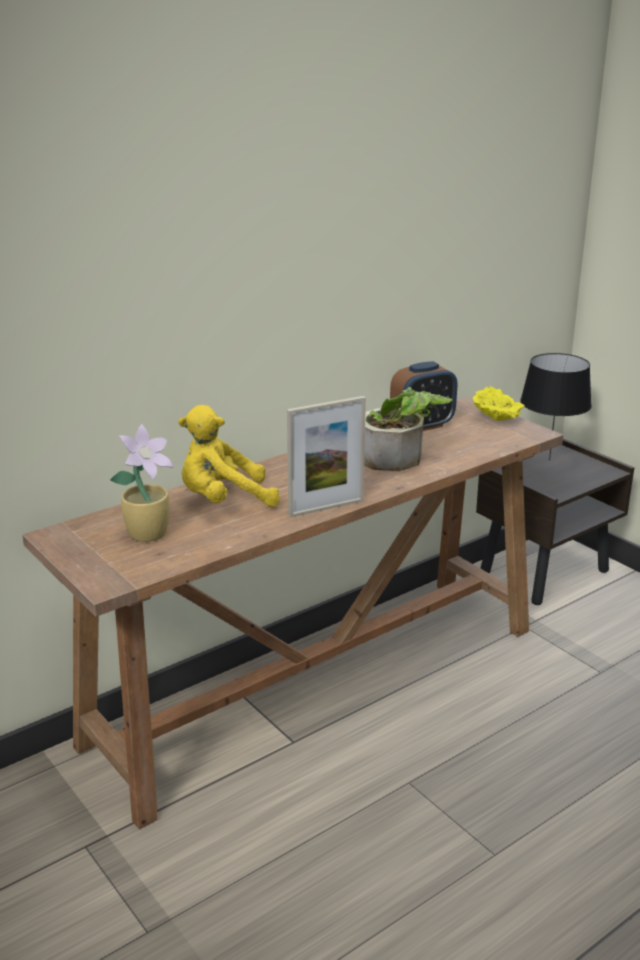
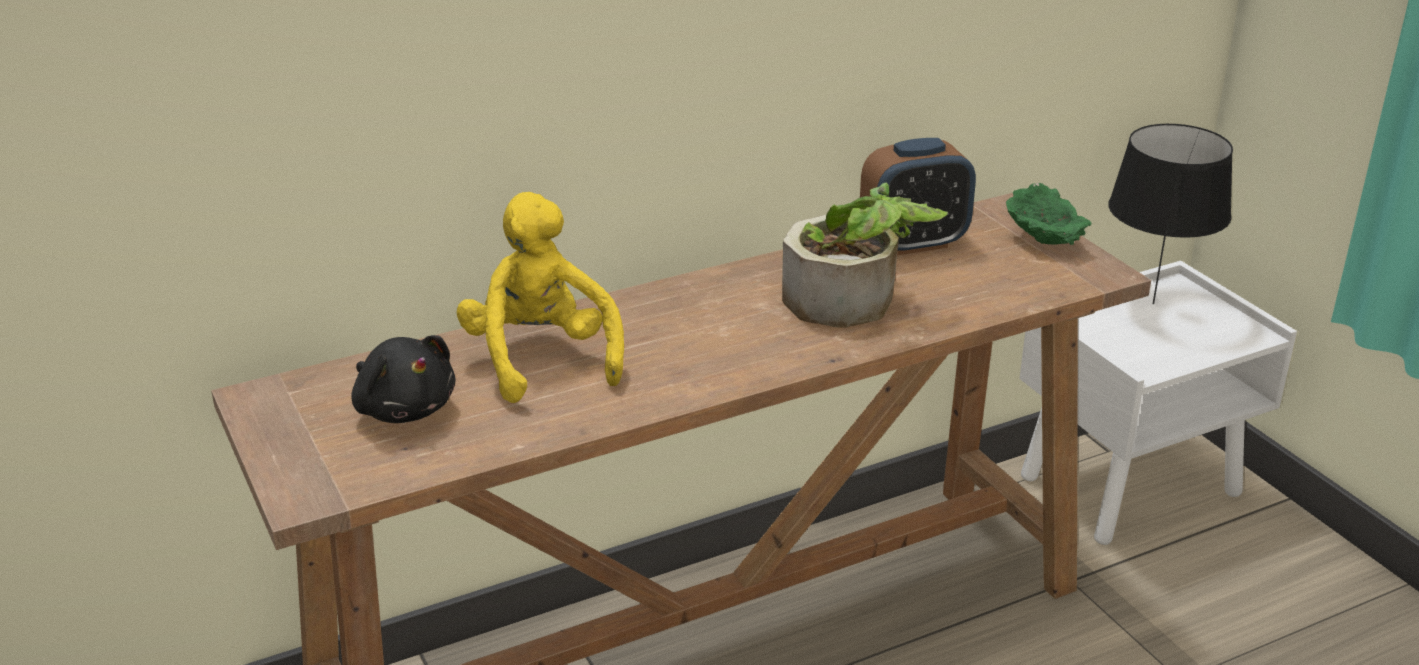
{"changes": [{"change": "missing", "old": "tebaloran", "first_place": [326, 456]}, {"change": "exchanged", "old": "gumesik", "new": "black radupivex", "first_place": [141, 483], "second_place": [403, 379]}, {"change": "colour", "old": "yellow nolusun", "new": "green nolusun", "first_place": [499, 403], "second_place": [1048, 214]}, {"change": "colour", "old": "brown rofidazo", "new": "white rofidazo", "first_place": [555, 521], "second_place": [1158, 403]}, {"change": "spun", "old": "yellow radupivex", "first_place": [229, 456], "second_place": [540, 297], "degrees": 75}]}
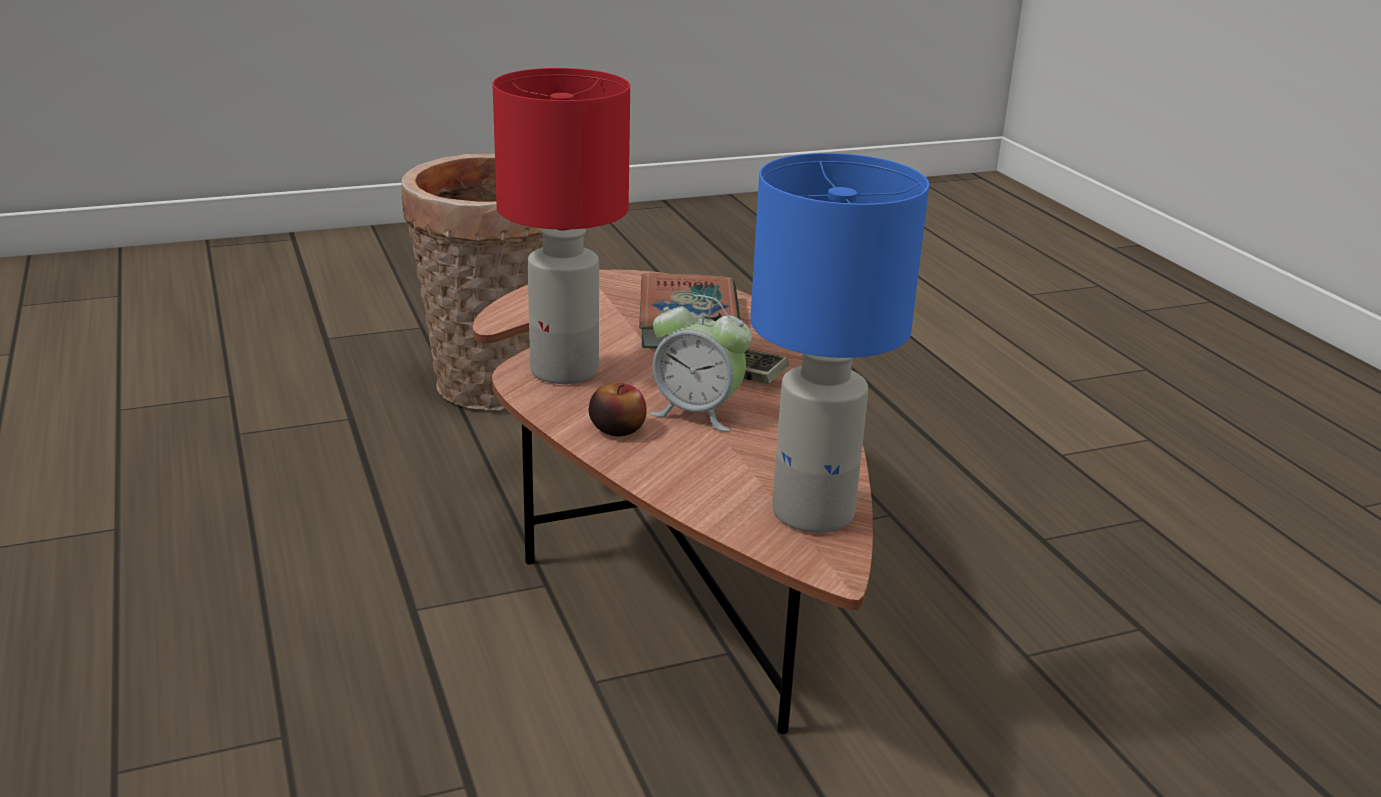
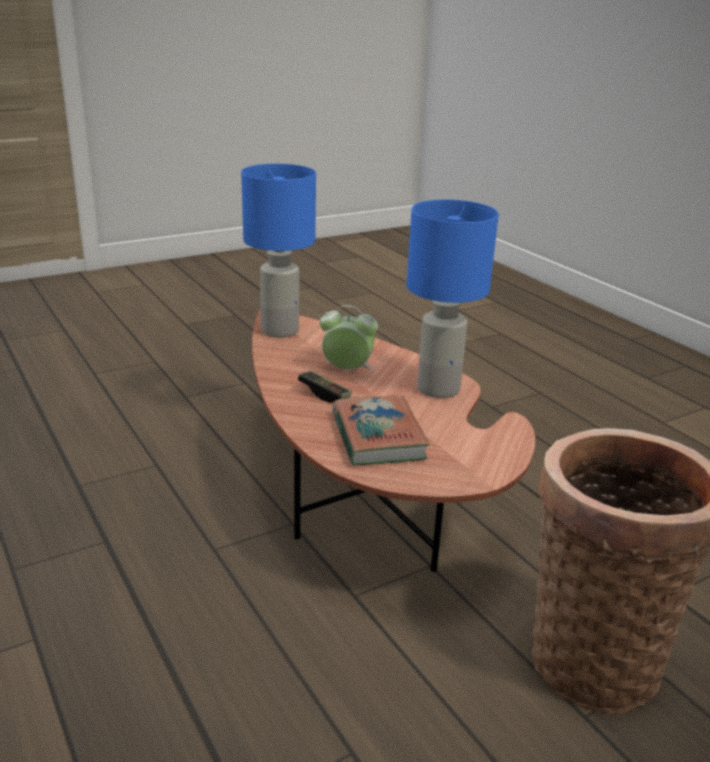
{"changes": [{"change": "missing", "old": "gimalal", "first_place": [618, 409]}, {"change": "colour", "old": "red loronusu", "new": "blue loronusu", "first_place": [561, 226], "second_place": [452, 298]}]}
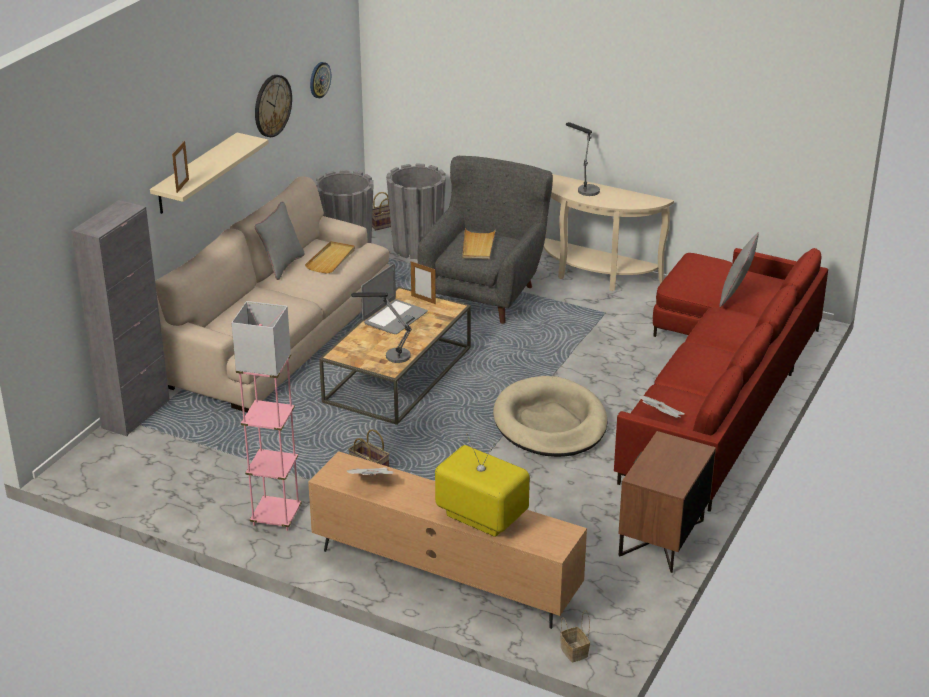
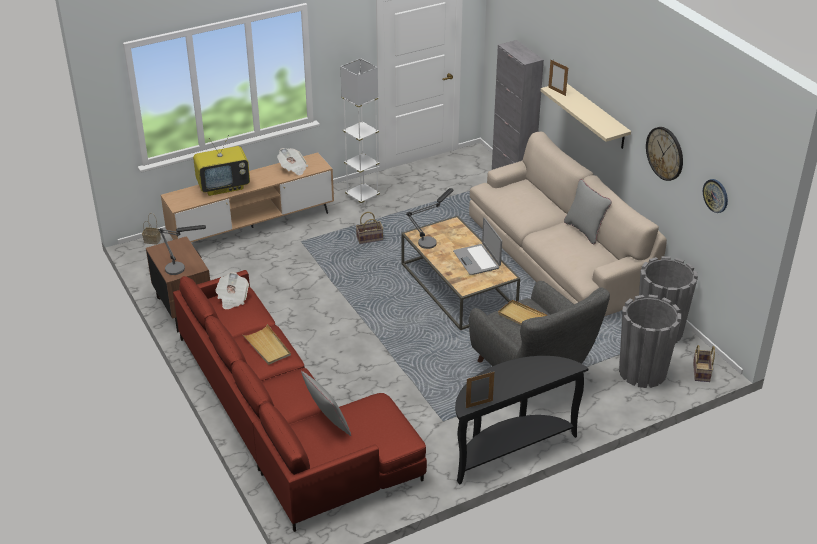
{"changes": [{"change": "missing", "old": "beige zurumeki", "first_place": [550, 416]}, {"change": "relocated", "old": "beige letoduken", "first_place": [330, 257], "second_place": [266, 344]}, {"change": "relocated", "old": "tebaloran", "first_place": [423, 282], "second_place": [480, 390]}, {"change": "relocated", "old": "loronusu", "first_place": [583, 159], "second_place": [182, 250]}, {"change": "colour", "old": "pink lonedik", "new": "white lonedik", "first_place": [266, 416], "second_place": [360, 131]}, {"change": "colour", "old": "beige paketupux", "new": "black paketupux", "first_place": [608, 232], "second_place": [521, 420]}]}
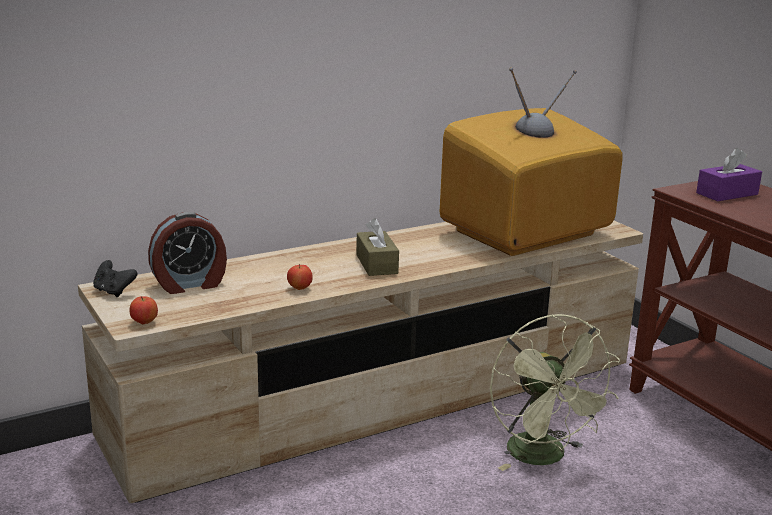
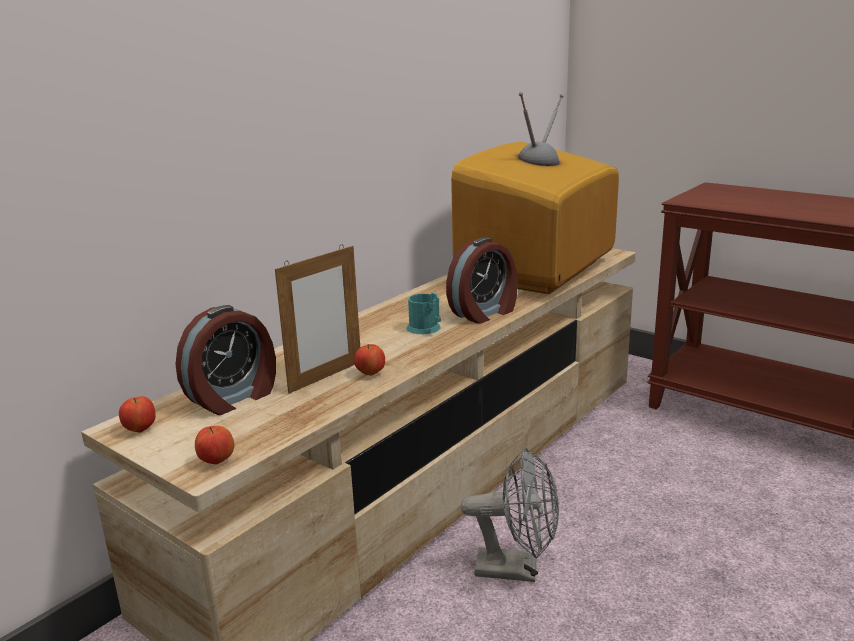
{"changes": [{"change": "missing", "old": "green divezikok", "first_place": [555, 392]}, {"change": "missing", "old": "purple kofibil", "first_place": [729, 174]}, {"change": "appeared", "new": "tebaloran", "second_place": [317, 319]}, {"change": "appeared", "new": "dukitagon", "second_place": [482, 280]}, {"change": "appeared", "new": "grey divezikok", "second_place": [510, 514]}, {"change": "exchanged", "old": "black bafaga", "new": "gimalal", "first_place": [115, 278], "second_place": [137, 414]}, {"change": "exchanged", "old": "brown kofibil", "new": "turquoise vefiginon", "first_place": [377, 247], "second_place": [423, 313]}]}
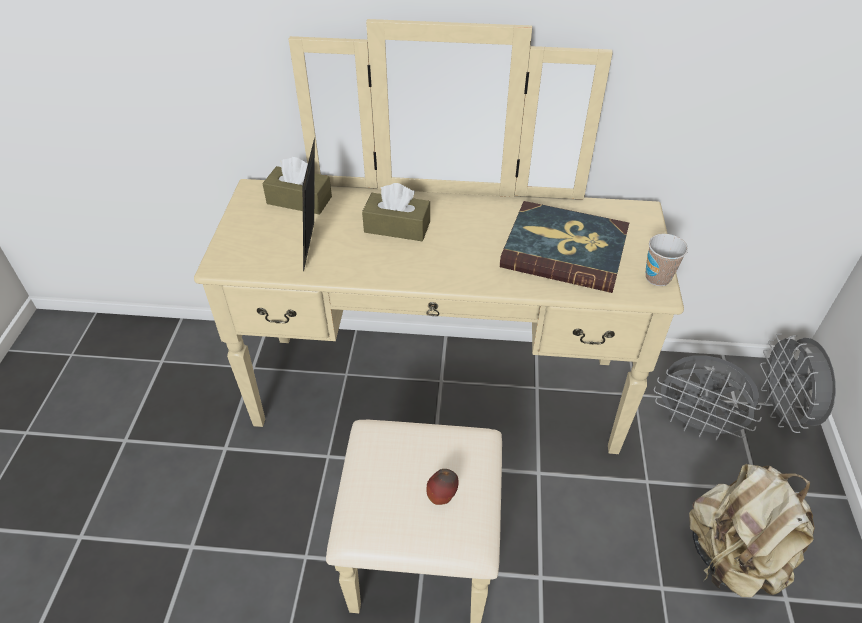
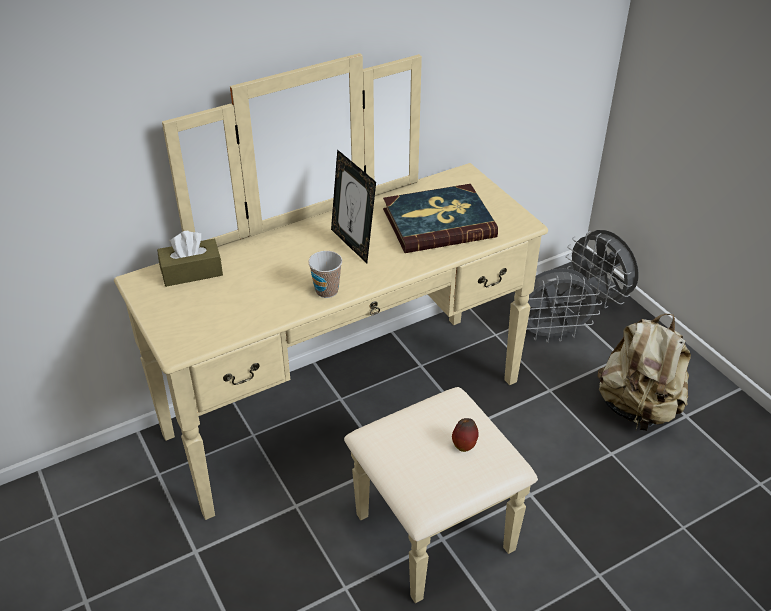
{"changes": [{"change": "missing", "old": "brown kofibil", "first_place": [396, 212]}, {"change": "relocated", "old": "tebaloran", "first_place": [309, 205], "second_place": [353, 206]}, {"change": "relocated", "old": "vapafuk", "first_place": [667, 260], "second_place": [325, 274]}]}
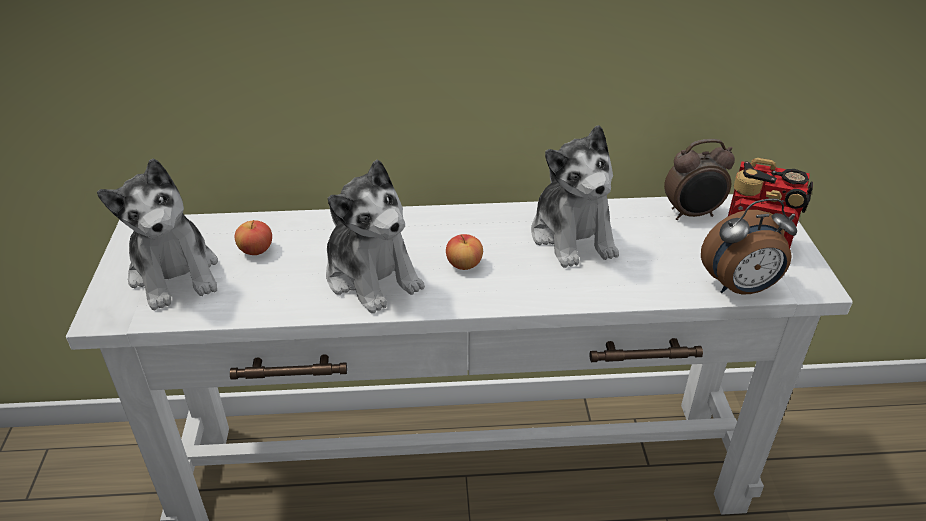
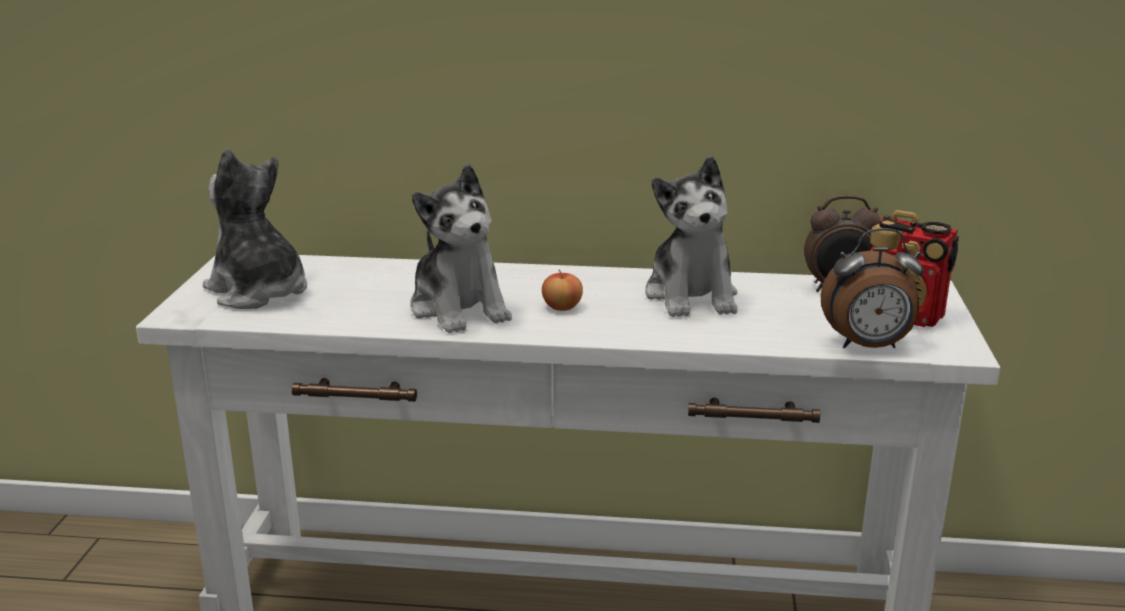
{"changes": [{"change": "missing", "old": "gimalal", "first_place": [253, 237]}, {"change": "spun", "old": "radupivex", "first_place": [157, 234], "second_place": [255, 228], "degrees": 150}]}
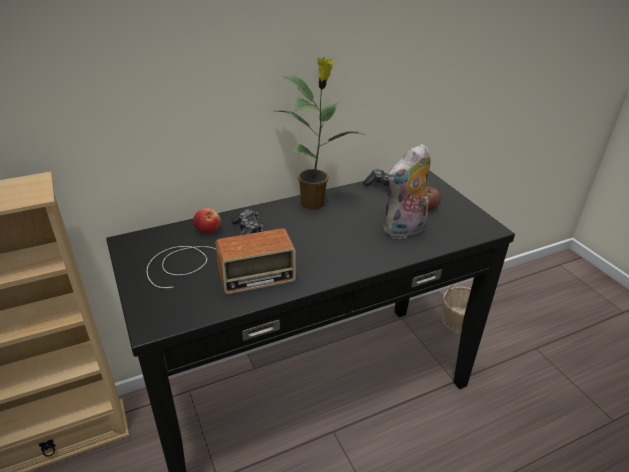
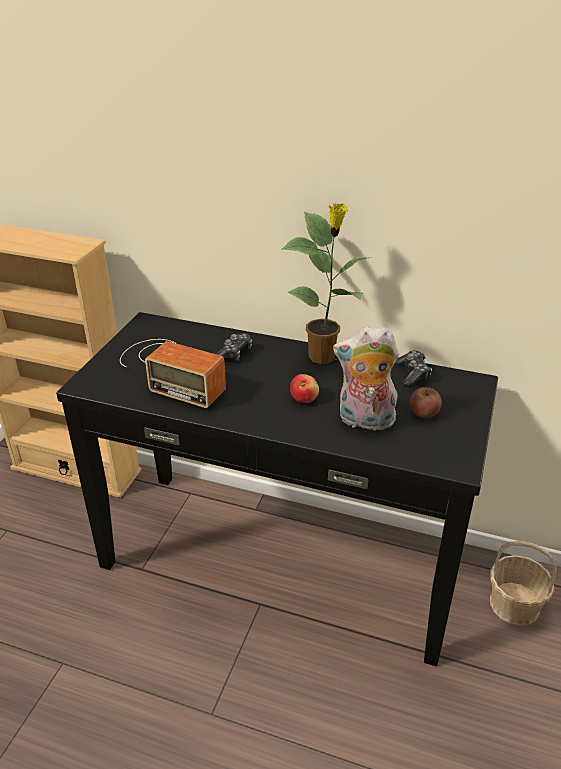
{"changes": [{"change": "relocated", "old": "gimalal", "first_place": [207, 221], "second_place": [304, 388]}]}
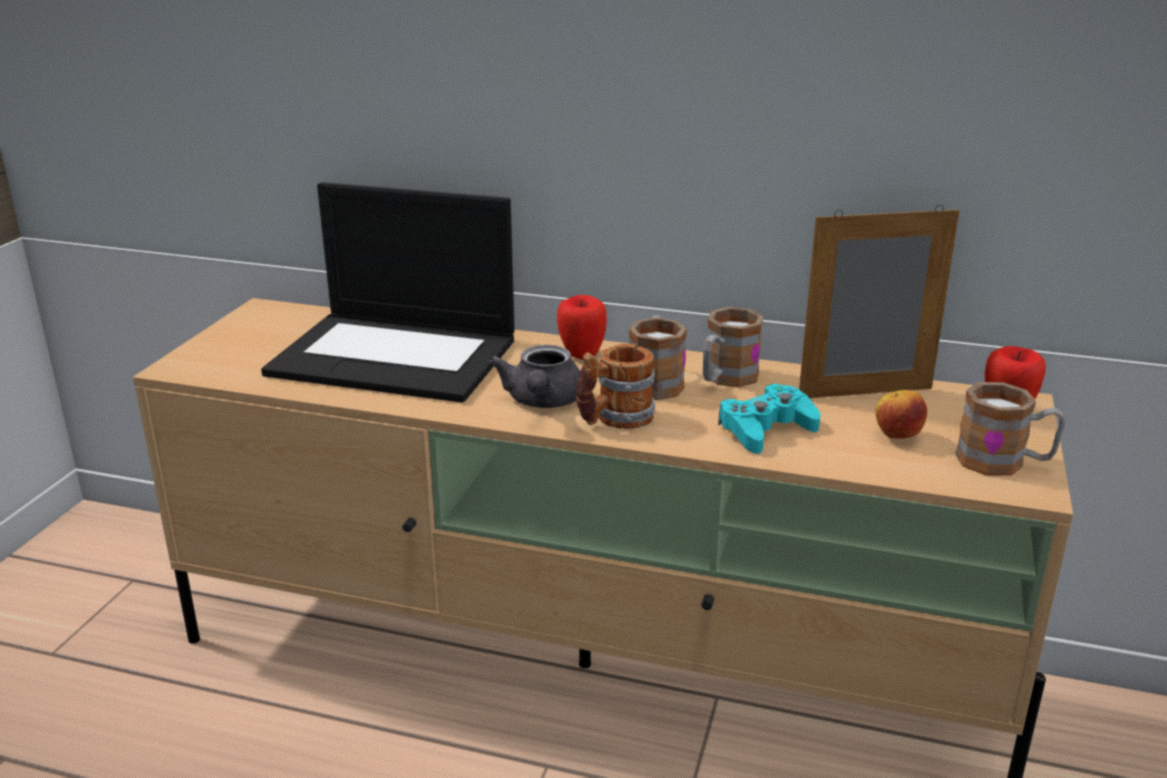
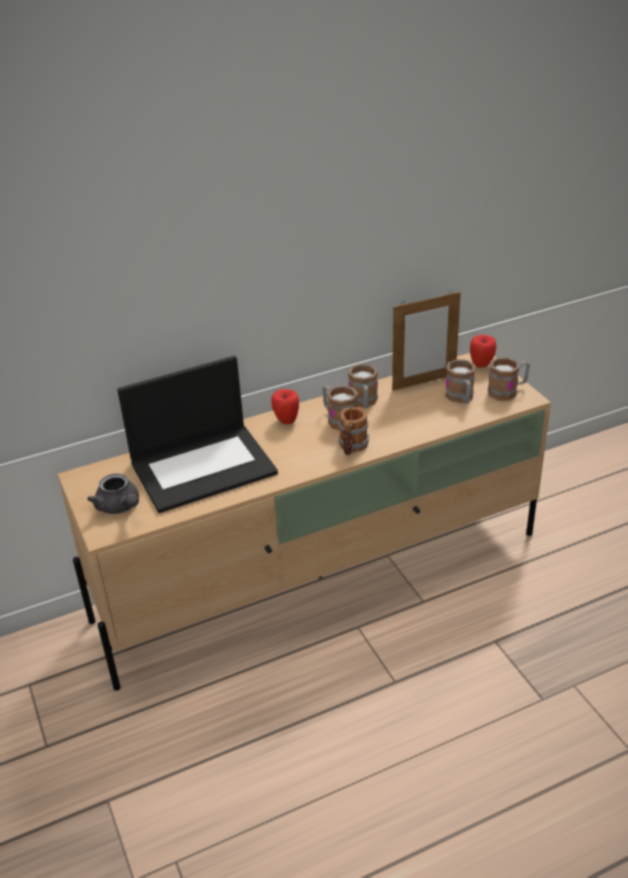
{"changes": [{"change": "missing", "old": "turquoise bafaga", "first_place": [769, 419]}, {"change": "relocated", "old": "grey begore", "first_place": [534, 376], "second_place": [113, 493]}, {"change": "exchanged", "old": "gimalal", "new": "vefiginon", "first_place": [901, 414], "second_place": [460, 381]}, {"change": "spun", "old": "tebaloran", "first_place": [879, 301], "second_place": [426, 340], "degrees": -150}]}
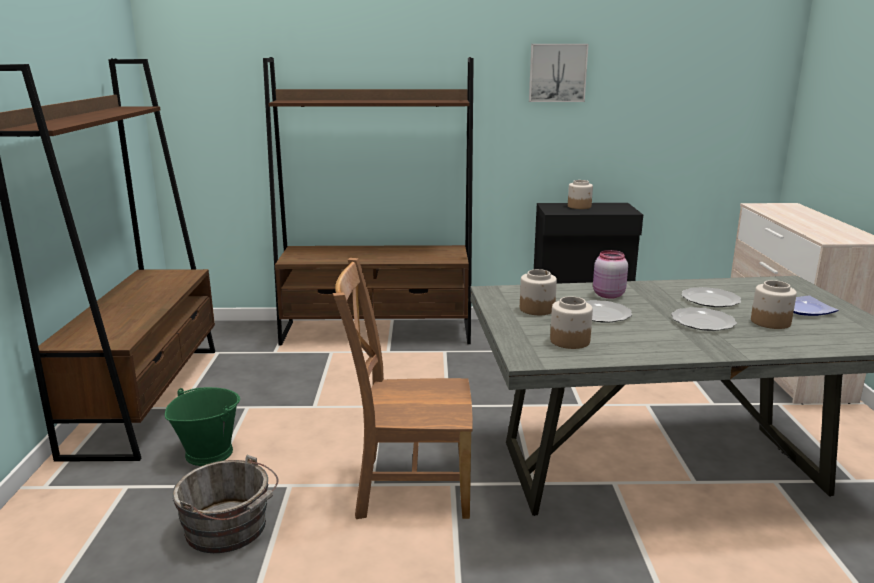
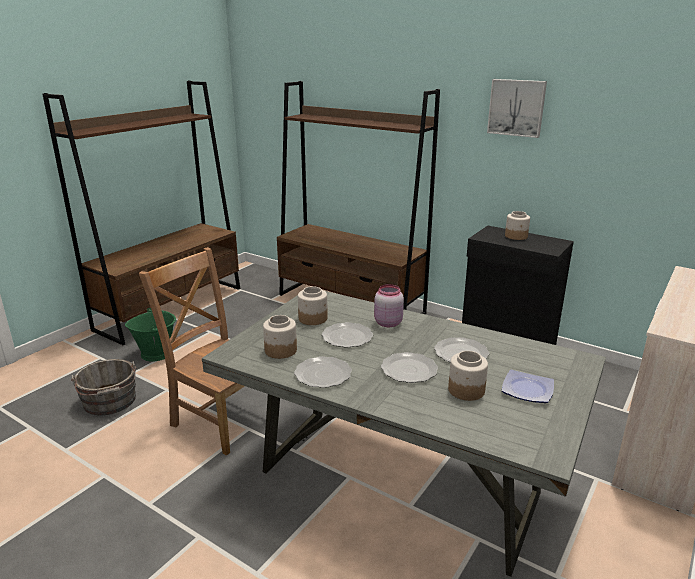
{"changes": [{"change": "appeared", "new": "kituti", "second_place": [323, 372]}]}
